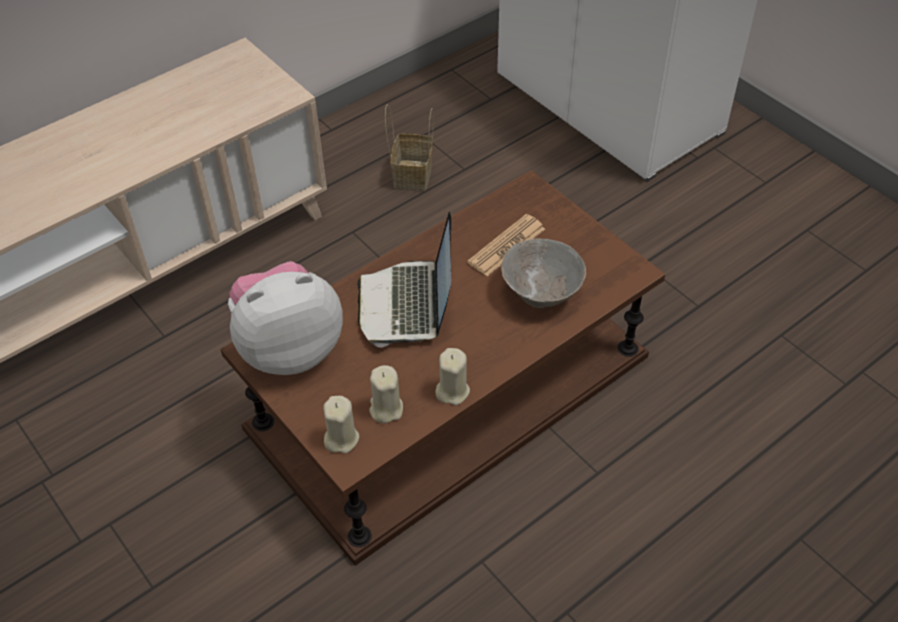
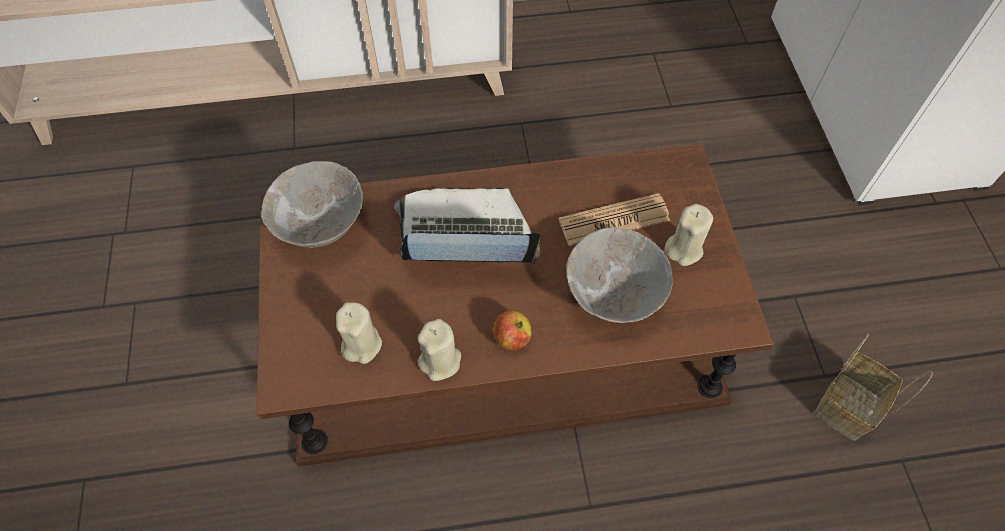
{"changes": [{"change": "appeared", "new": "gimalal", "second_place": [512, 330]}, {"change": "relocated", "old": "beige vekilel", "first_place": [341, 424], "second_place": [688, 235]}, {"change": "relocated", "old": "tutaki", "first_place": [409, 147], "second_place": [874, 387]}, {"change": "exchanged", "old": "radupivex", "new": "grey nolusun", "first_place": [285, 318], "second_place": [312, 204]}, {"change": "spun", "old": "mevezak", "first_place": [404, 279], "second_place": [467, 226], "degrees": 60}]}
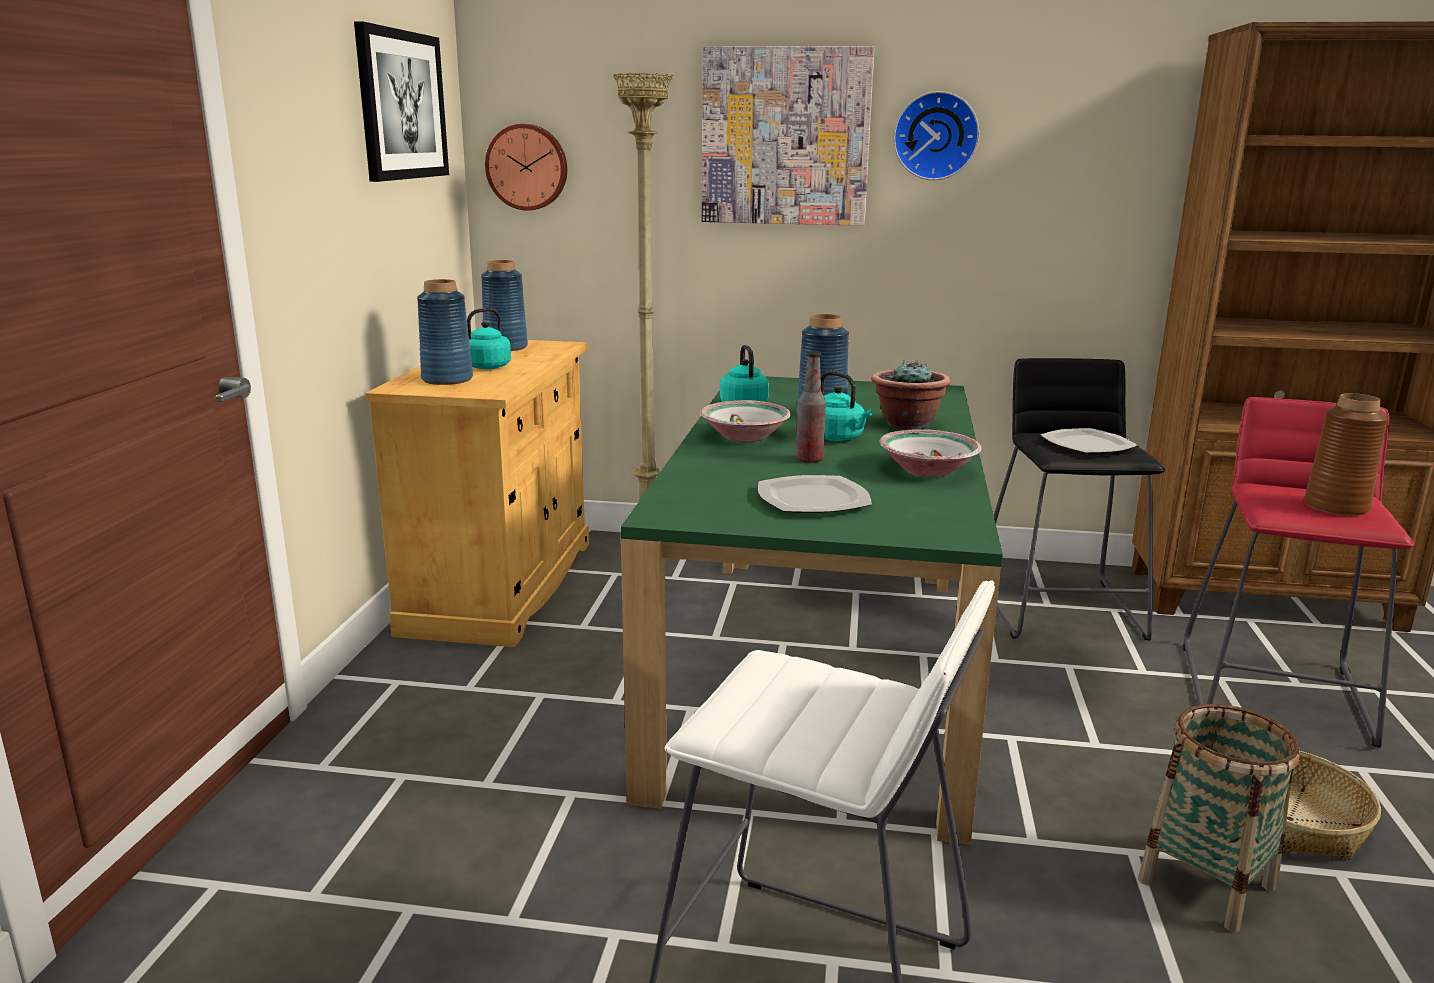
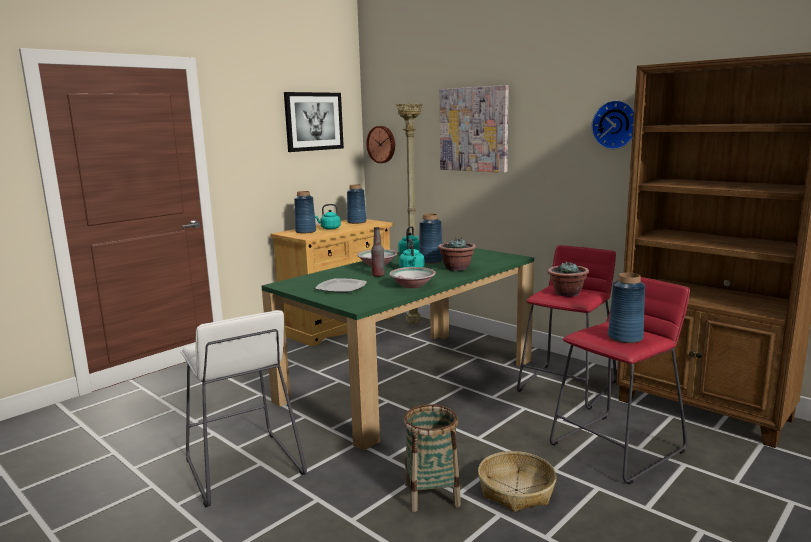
{"changes": [{"change": "relocated", "old": "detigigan", "first_place": [936, 135], "second_place": [612, 125]}, {"change": "exchanged", "old": "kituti", "new": "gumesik", "first_place": [1089, 441], "second_place": [568, 279]}, {"change": "colour", "old": "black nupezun", "new": "red nupezun", "first_place": [1079, 499], "second_place": [567, 327]}, {"change": "colour", "old": "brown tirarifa", "new": "blue tirarifa", "first_place": [1346, 454], "second_place": [626, 308]}]}
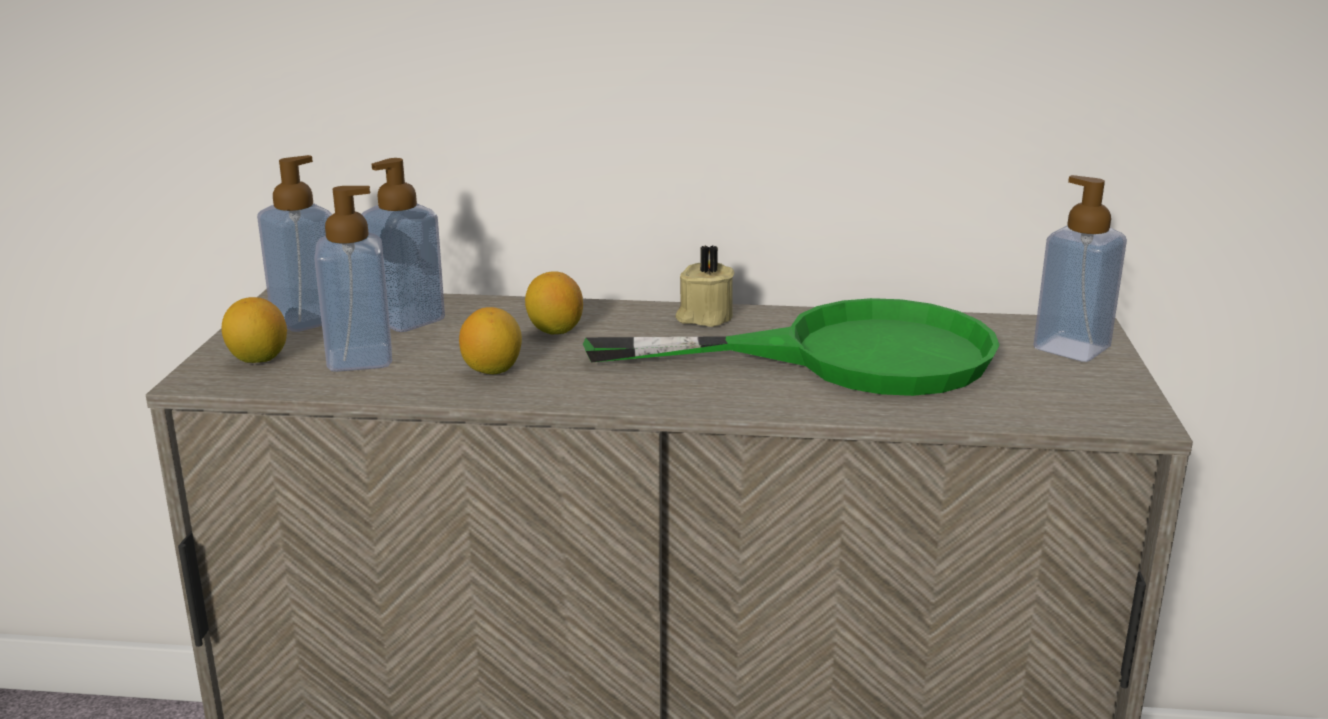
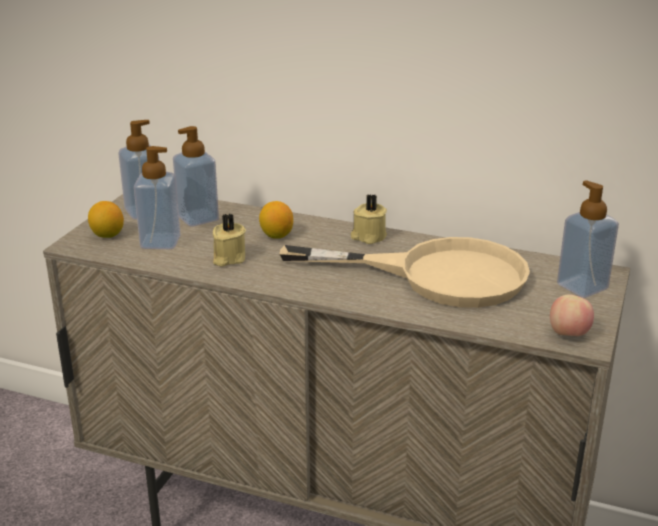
{"changes": [{"change": "appeared", "new": "gimalal", "second_place": [572, 315]}, {"change": "exchanged", "old": "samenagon", "new": "beige vekilel", "first_place": [490, 340], "second_place": [229, 240]}, {"change": "colour", "old": "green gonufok", "new": "beige gonufok", "first_place": [791, 347], "second_place": [405, 272]}]}
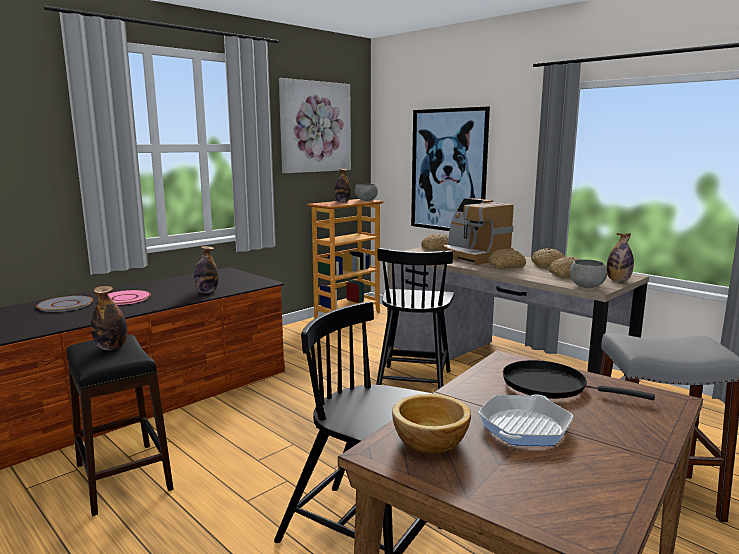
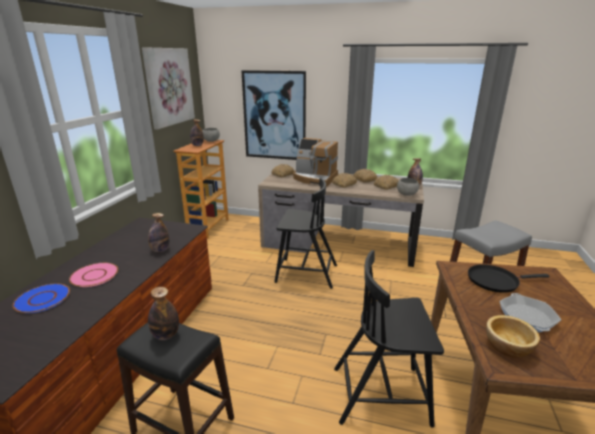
{"changes": [{"change": "colour", "old": "grey kituti", "new": "blue kituti", "first_place": [64, 304], "second_place": [41, 298]}, {"change": "spun", "old": "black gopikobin", "first_place": [415, 318], "second_place": [305, 233], "degrees": -60}]}
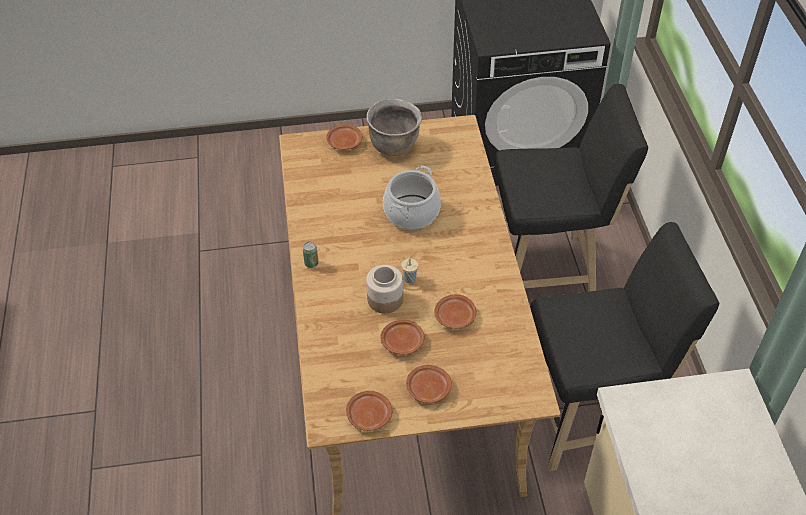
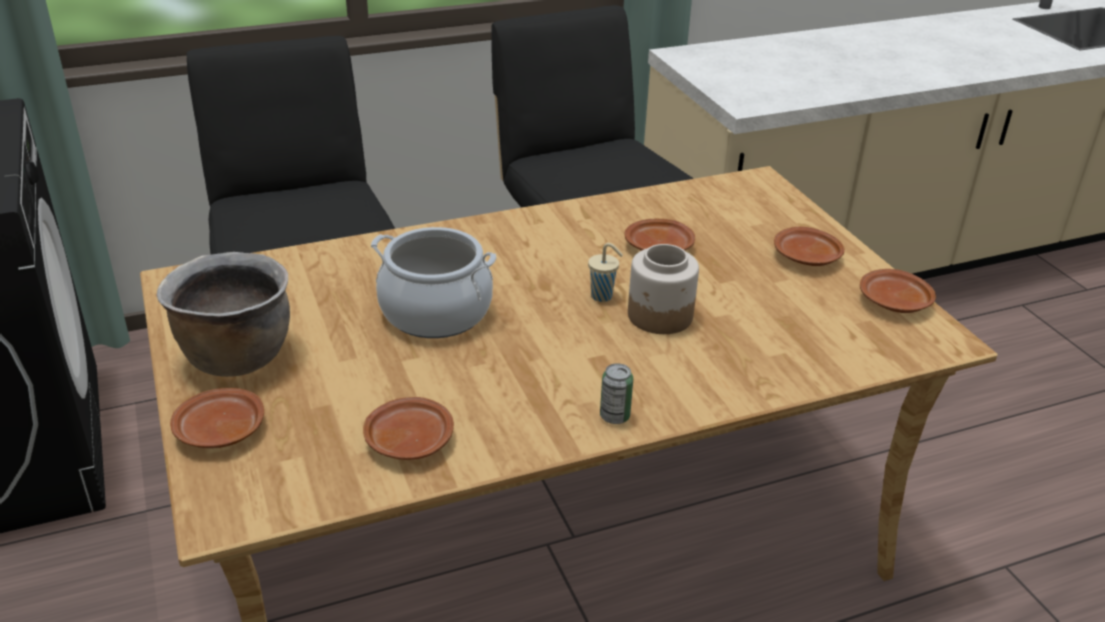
{"changes": [{"change": "relocated", "old": "brown kituti", "first_place": [402, 337], "second_place": [408, 428]}]}
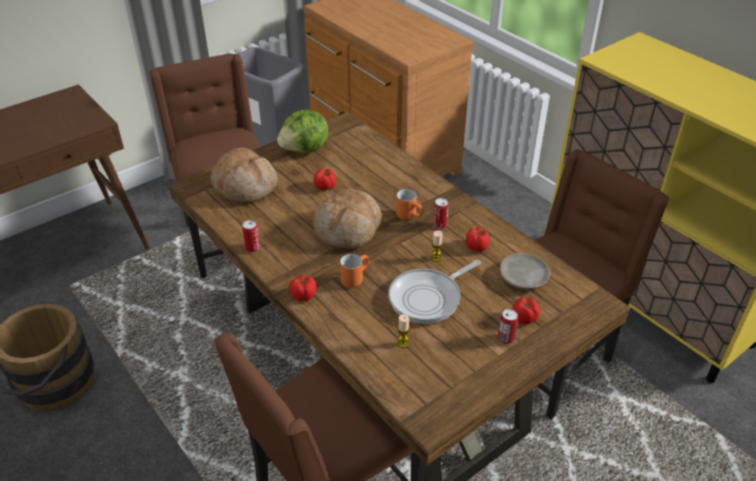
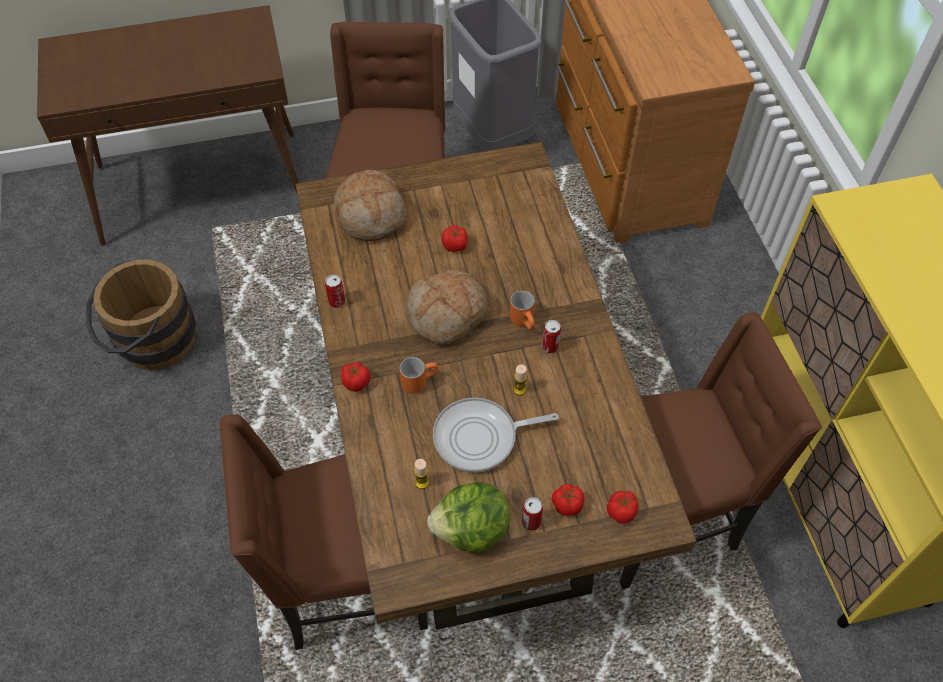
{"changes": [{"change": "missing", "old": "beige kituti", "first_place": [525, 271]}, {"change": "relocated", "old": "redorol", "first_place": [303, 131], "second_place": [468, 517]}, {"change": "relocated", "old": "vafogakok", "first_place": [478, 239], "second_place": [622, 507]}]}
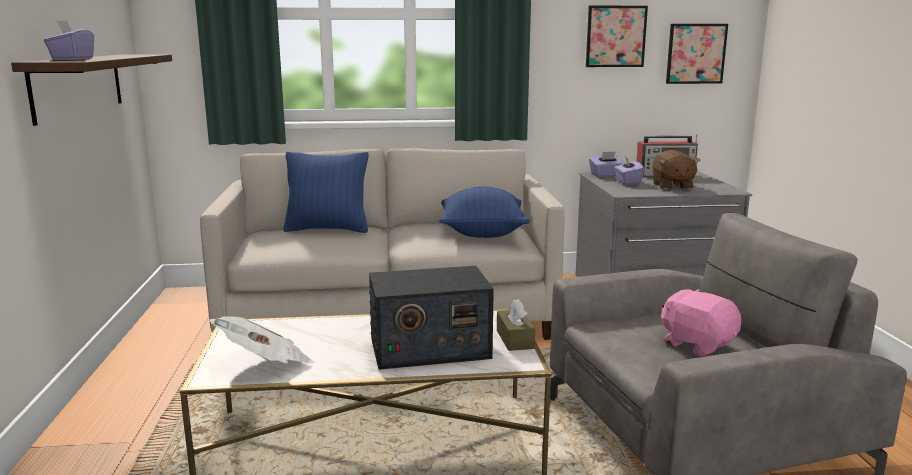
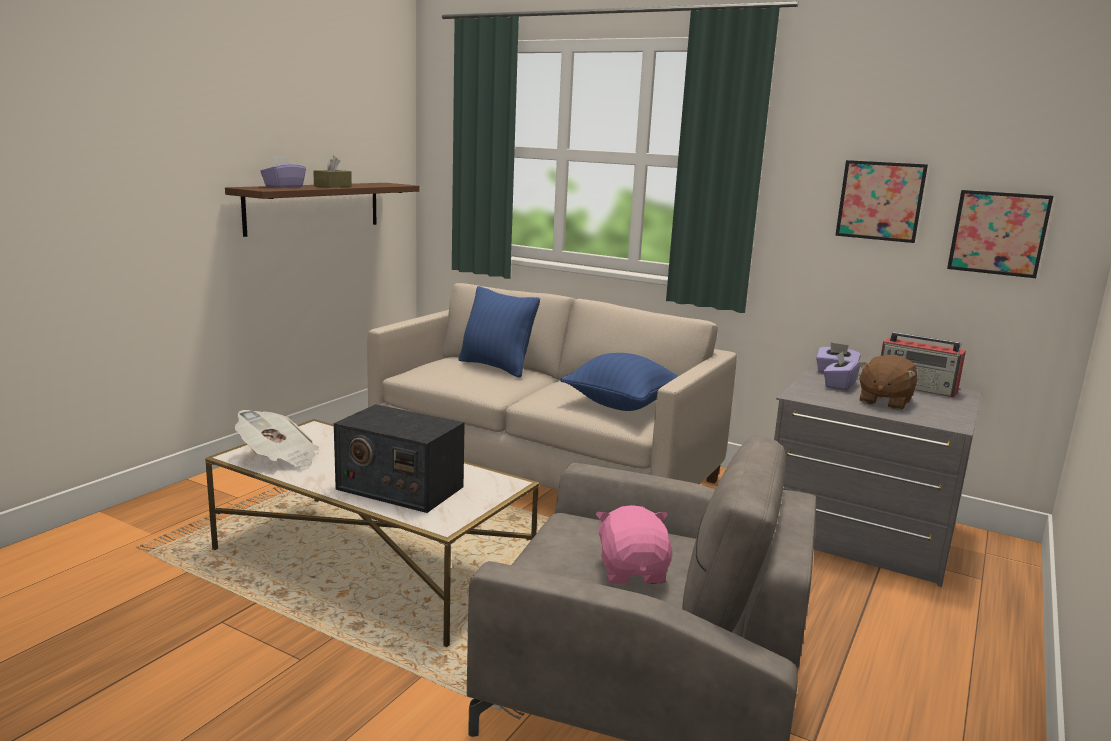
{"changes": [{"change": "relocated", "old": "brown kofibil", "first_place": [516, 325], "second_place": [332, 171]}]}
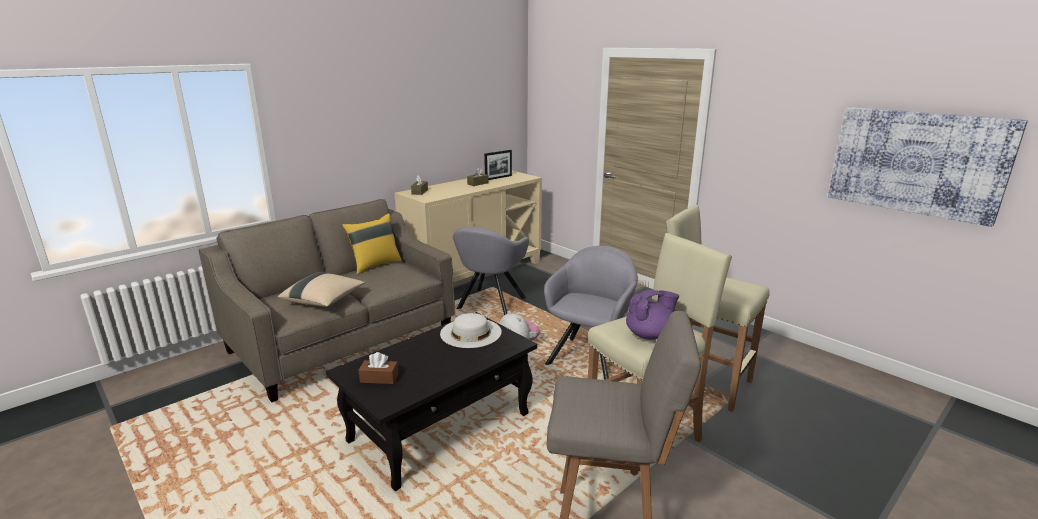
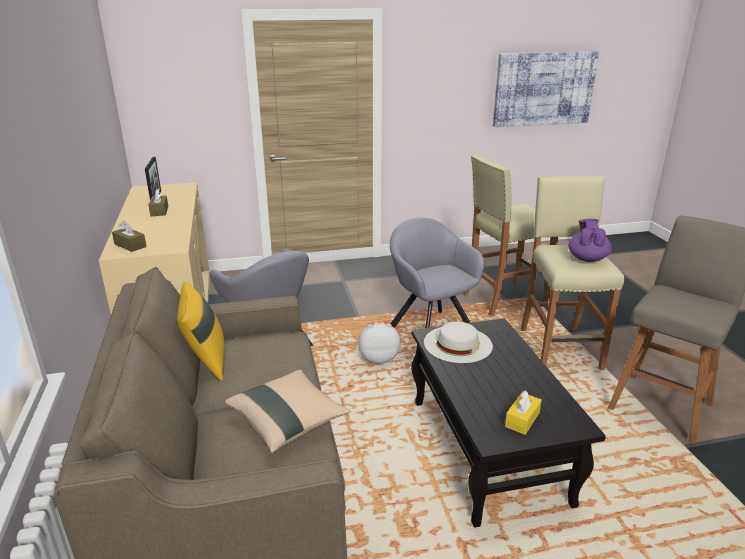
{"changes": [{"change": "colour", "old": "brown kofibil", "new": "yellow kofibil", "first_place": [379, 368], "second_place": [523, 413]}]}
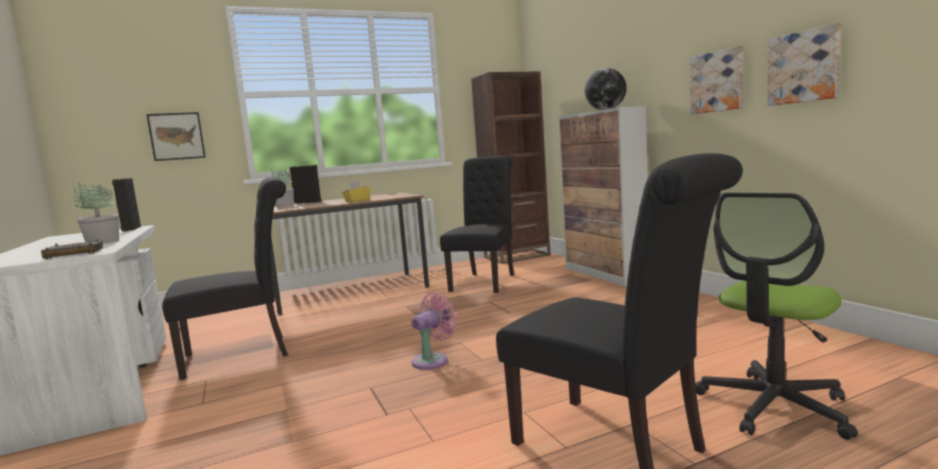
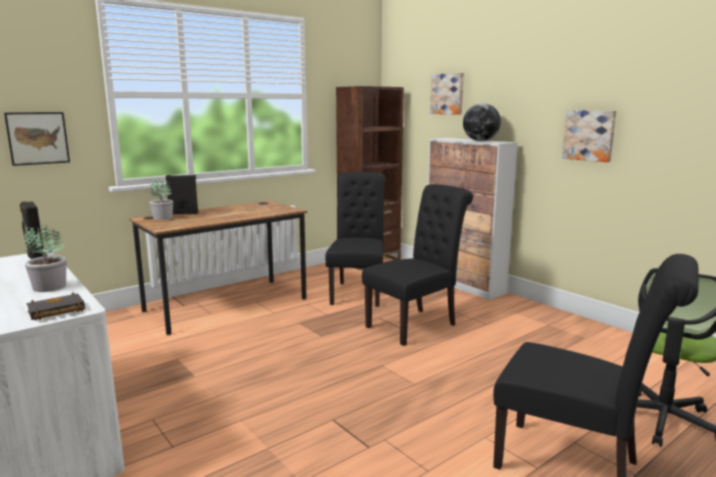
{"changes": [{"change": "missing", "old": "yellow kofibil", "first_place": [356, 191]}, {"change": "missing", "old": "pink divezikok", "first_place": [434, 331]}, {"change": "relocated", "old": "black gopikobin", "first_place": [225, 278], "second_place": [417, 265]}, {"change": "relocated", "old": "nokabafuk", "first_place": [804, 64], "second_place": [447, 94]}]}
